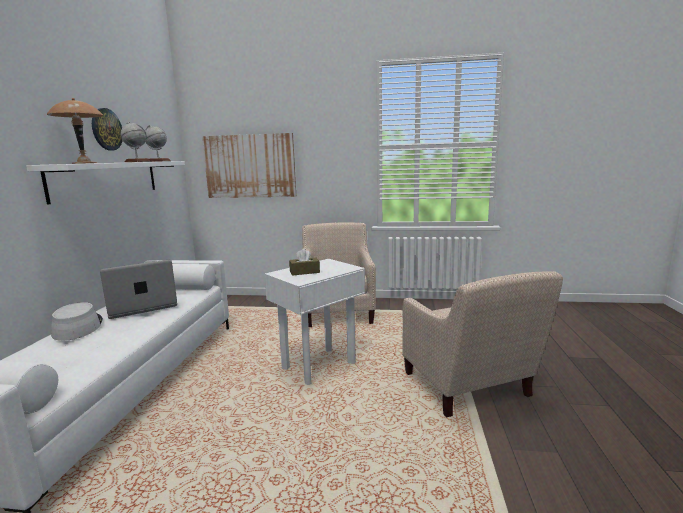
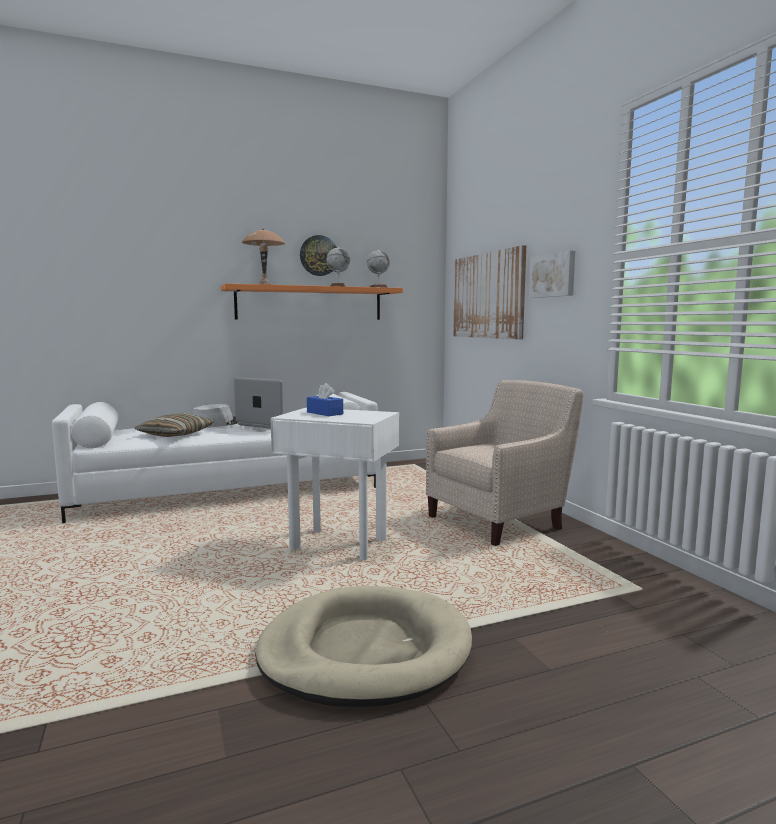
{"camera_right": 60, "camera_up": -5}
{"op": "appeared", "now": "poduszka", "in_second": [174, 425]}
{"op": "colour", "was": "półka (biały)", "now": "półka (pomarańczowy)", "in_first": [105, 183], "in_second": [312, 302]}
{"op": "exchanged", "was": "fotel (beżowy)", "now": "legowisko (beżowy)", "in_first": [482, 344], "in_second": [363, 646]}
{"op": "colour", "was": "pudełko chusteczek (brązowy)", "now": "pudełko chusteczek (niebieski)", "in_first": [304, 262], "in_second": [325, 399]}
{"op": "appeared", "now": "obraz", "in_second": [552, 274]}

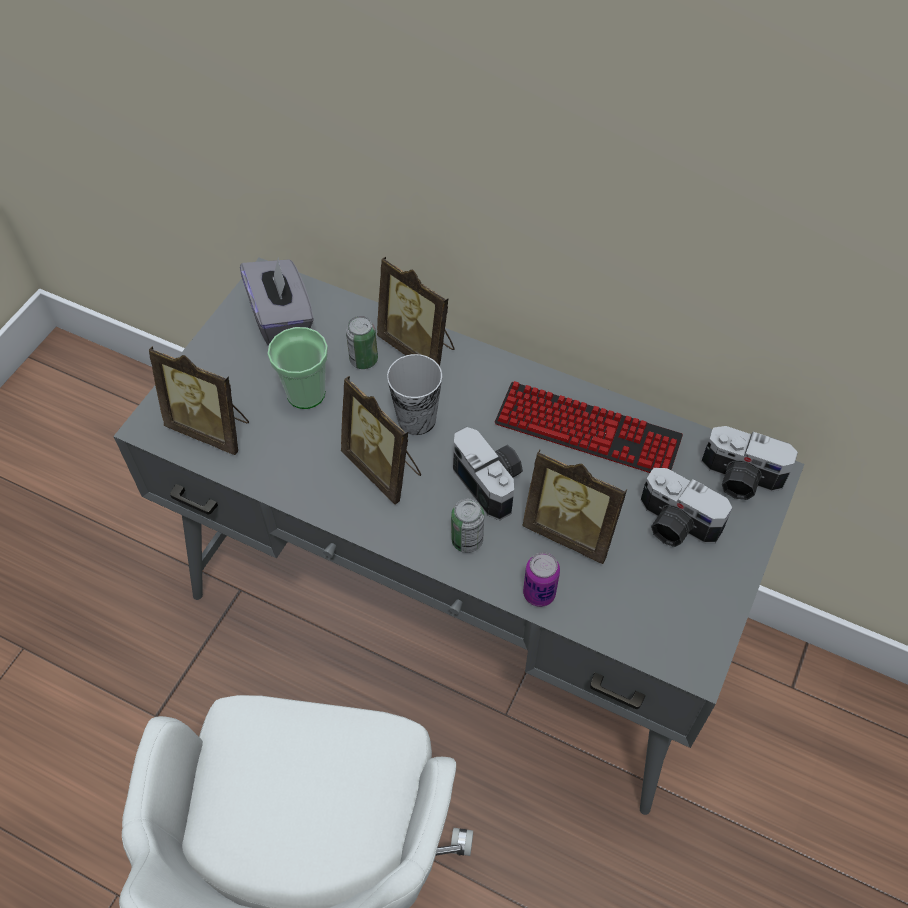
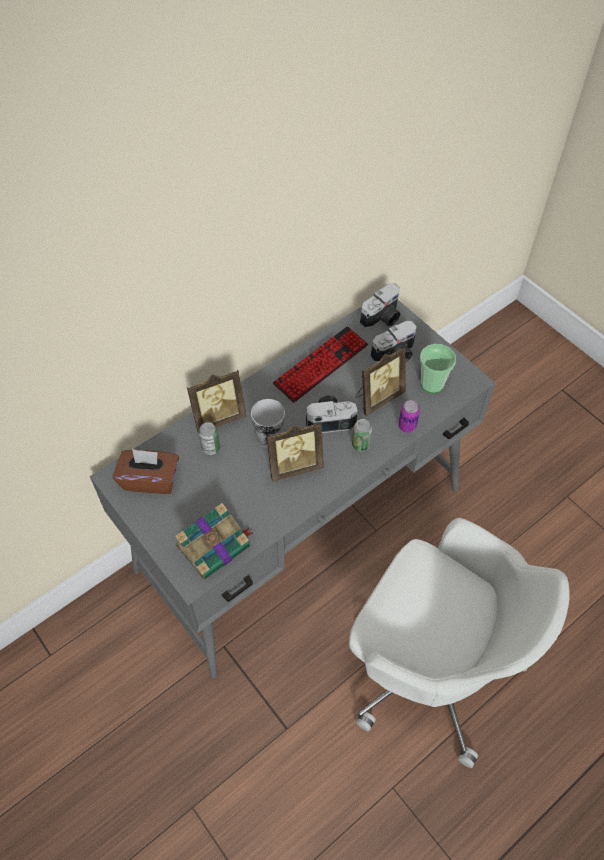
{"camera_right": -65, "camera_up": 0}
{"op": "colour", "was": "pudełko chusteczek (szary)", "now": "pudełko chusteczek (brązowy)", "in_first": [277, 301], "in_second": [145, 471]}
{"op": "exchanged", "was": "ramka na zdjęcie", "now": "książka", "in_first": [199, 400], "in_second": [214, 541]}
{"op": "relocated", "was": "filiżanka", "in_first": [297, 368], "in_second": [438, 368]}

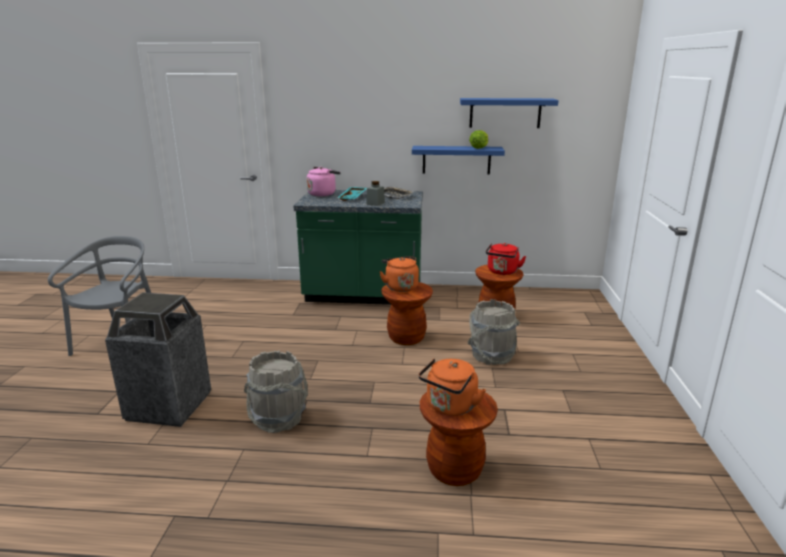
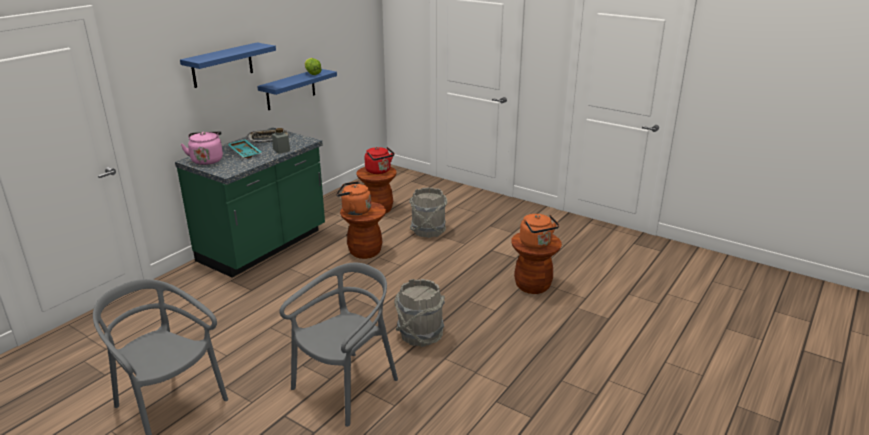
{"camera_right": -60, "camera_up": 5}
{"op": "relocated", "was": "półka (niebieski)", "in_first": [509, 113], "in_second": [228, 65]}
{"op": "exchanged", "was": "kosz na śmieci", "now": "krzesło (szary)", "in_first": [158, 359], "in_second": [338, 345]}

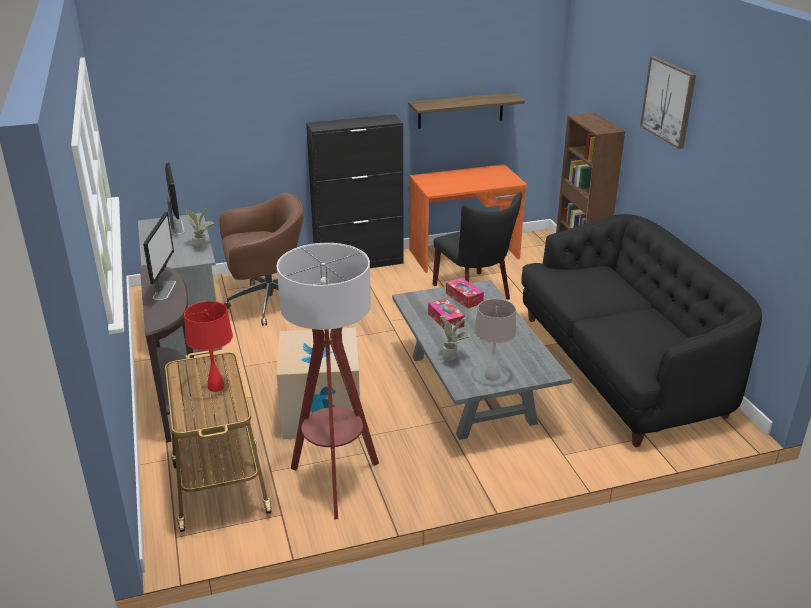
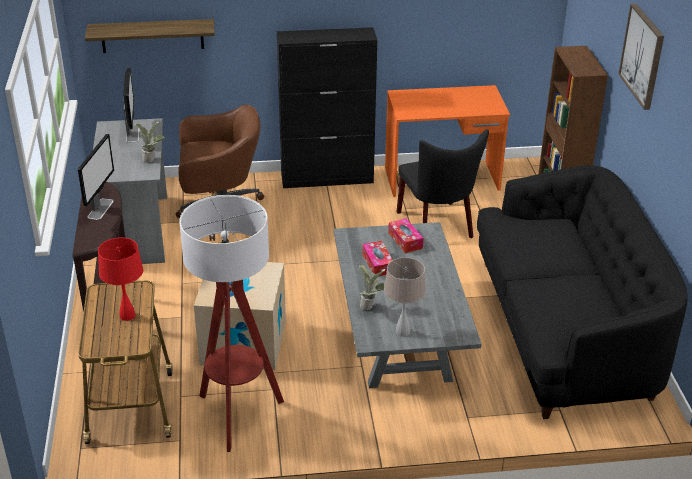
{"camera_right": 10, "camera_up": 5}
{"op": "relocated", "was": "półka", "in_first": [466, 110], "in_second": [150, 36]}

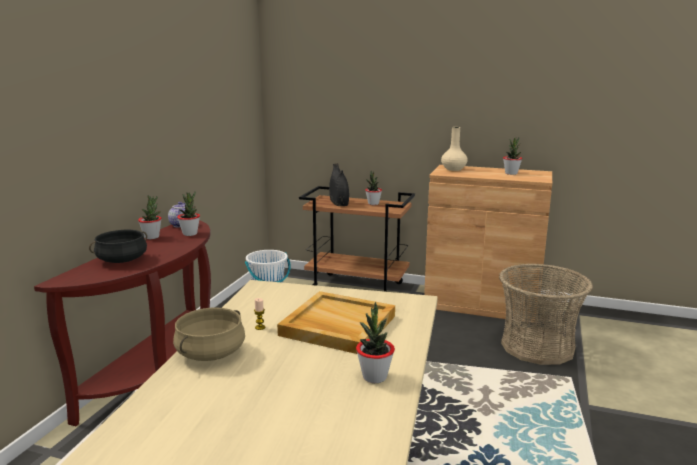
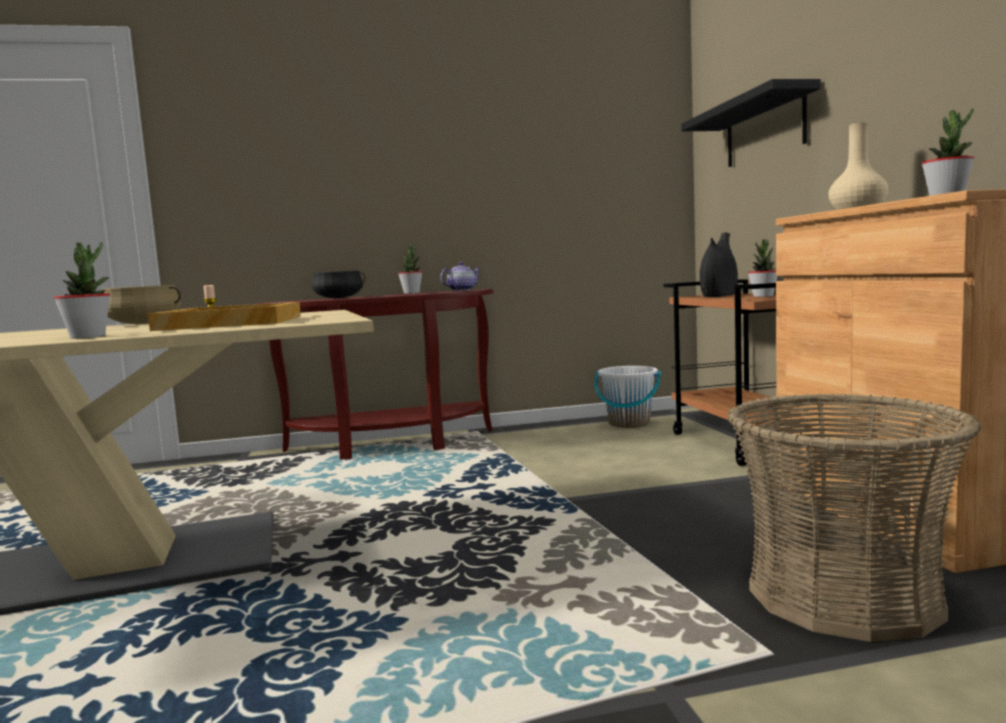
{"camera_right": 60, "camera_up": -10}
{"op": "appeared", "now": "półka (czarny)", "in_second": [751, 123]}
{"op": "missing", "was": "roślina doniczkowa", "in_first": [188, 213]}

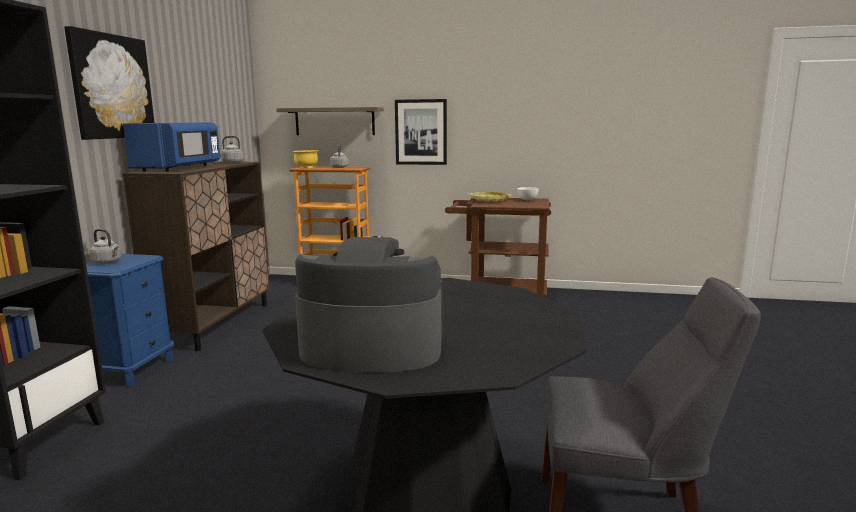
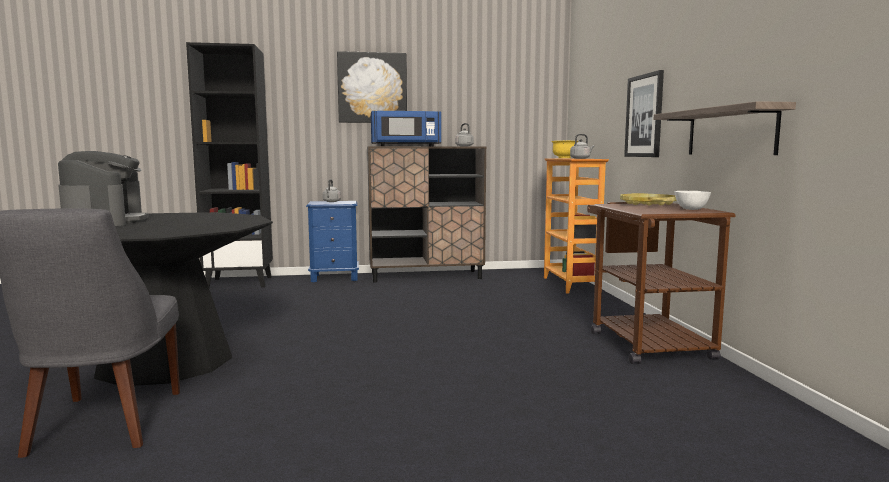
{"camera_right": 70, "camera_up": -5}
{"op": "relocated", "was": "półka", "in_first": [330, 121], "in_second": [725, 128]}

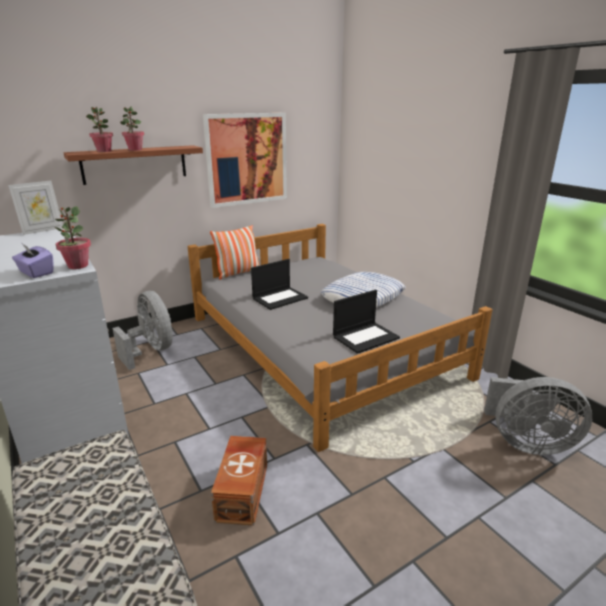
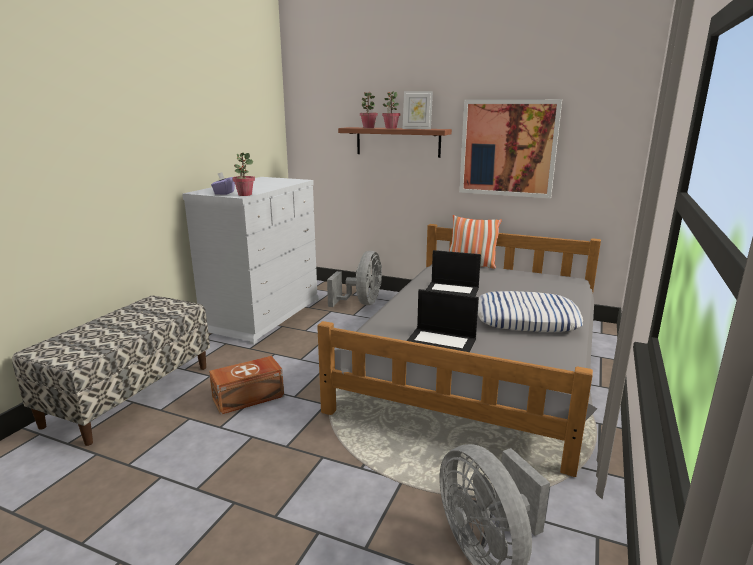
{"camera_right": 55, "camera_up": -5}
{"op": "relocated", "was": "ramka na zdjęcie", "in_first": [35, 208], "in_second": [418, 110]}

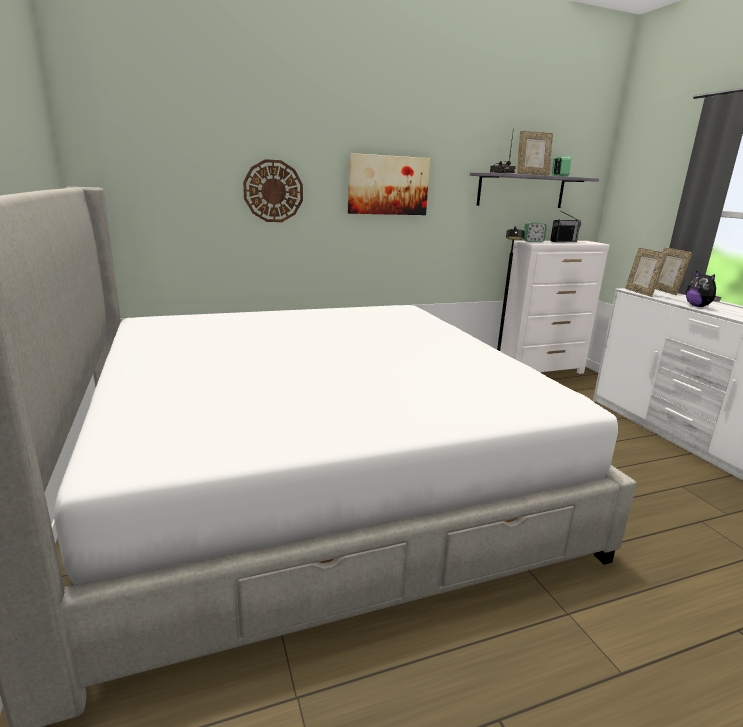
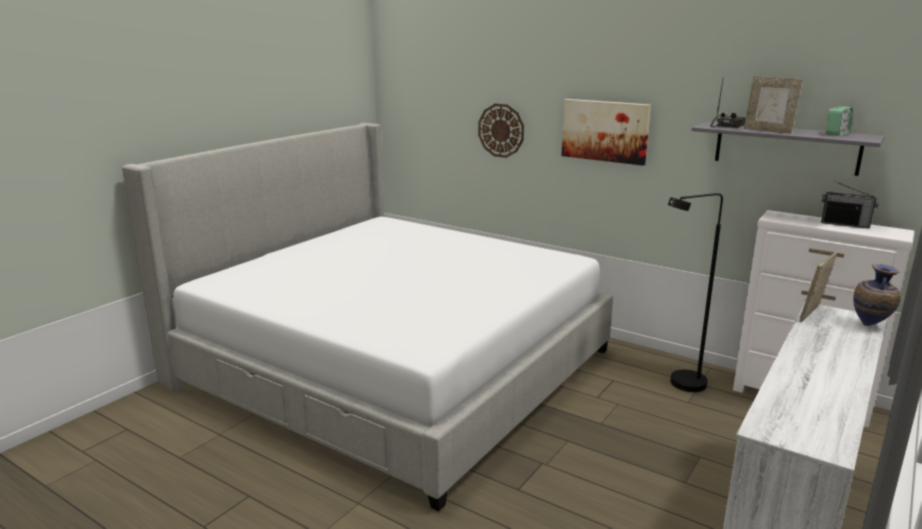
{"camera_right": 55, "camera_up": 0}
{"op": "exchanged", "was": "ramka na zdjęcie", "now": "wazon", "in_first": [673, 271], "in_second": [877, 295]}
{"op": "missing", "was": "budzik", "in_first": [535, 232]}
{"op": "missing", "was": "pluszak", "in_first": [703, 288]}

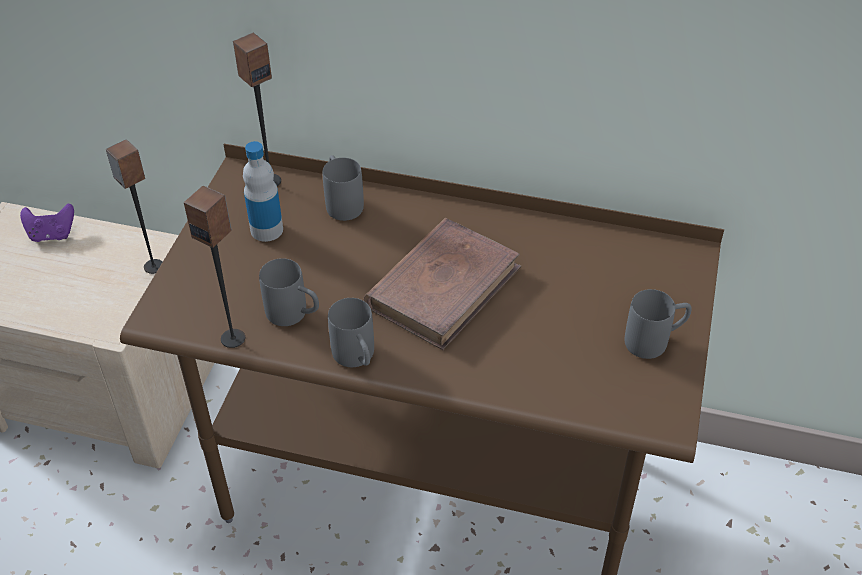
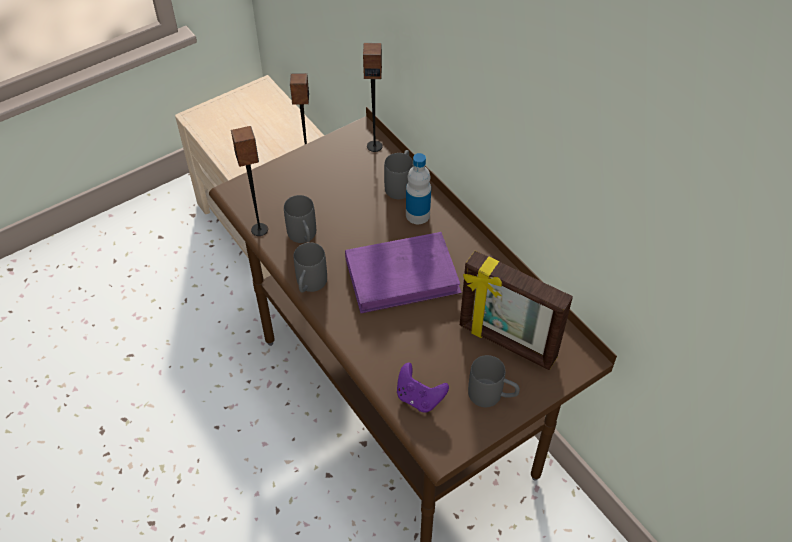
{"camera_right": 40, "camera_up": 5}
{"op": "colour", "was": "książka (brązowy)", "now": "książka (fioletowy)", "in_first": [442, 284], "in_second": [403, 272]}
{"op": "relocated", "was": "pad do gier (fioletowy)", "in_first": [47, 223], "in_second": [423, 388]}
{"op": "relocated", "was": "butelka", "in_first": [263, 191], "in_second": [418, 188]}
{"op": "appeared", "now": "ramka na zdjęcie", "in_second": [516, 310]}

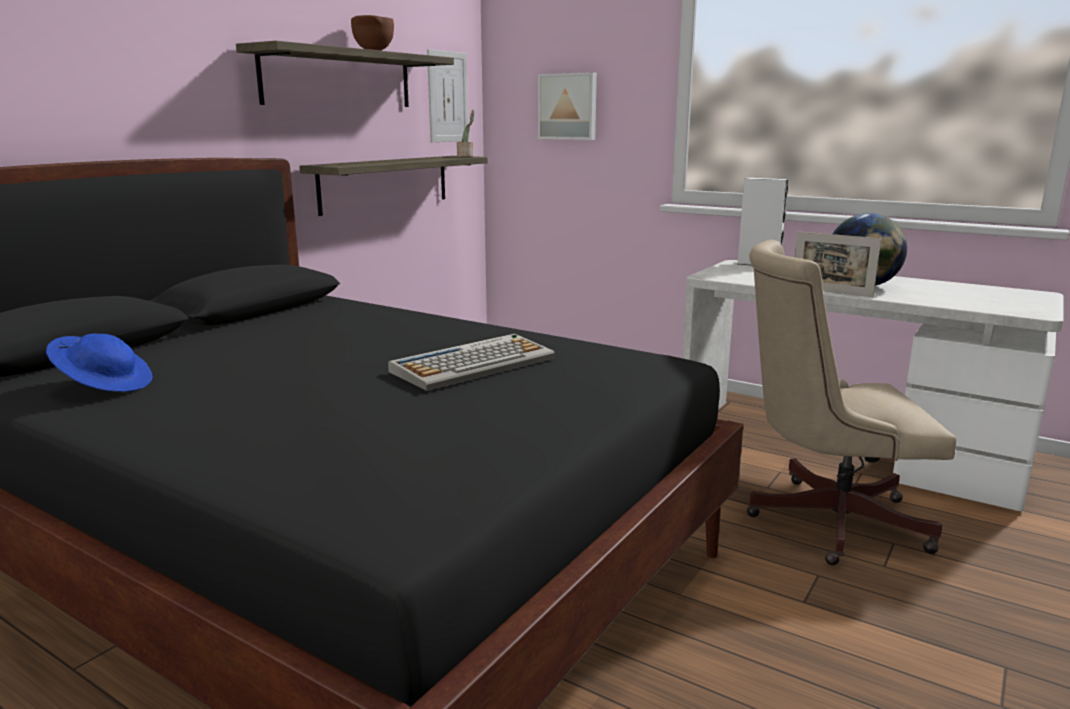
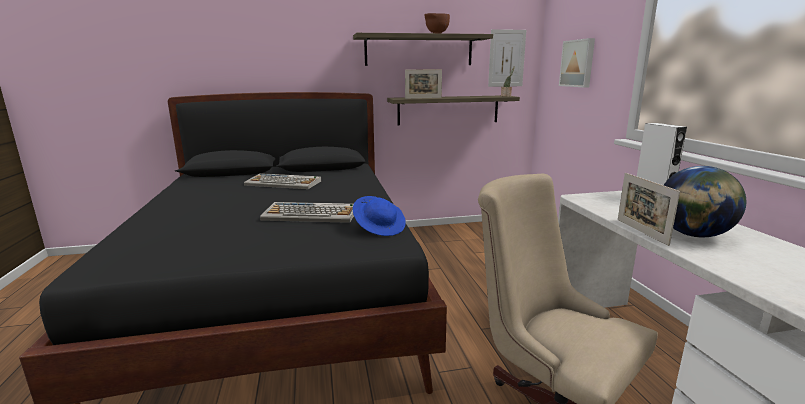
{"camera_right": 45, "camera_up": 0}
{"op": "appeared", "now": "klawiatura", "in_second": [282, 181]}
{"op": "relocated", "was": "kapelusz (niebieski)", "in_first": [99, 363], "in_second": [379, 216]}
{"op": "appeared", "now": "ramka na zdjęcie", "in_second": [423, 84]}

